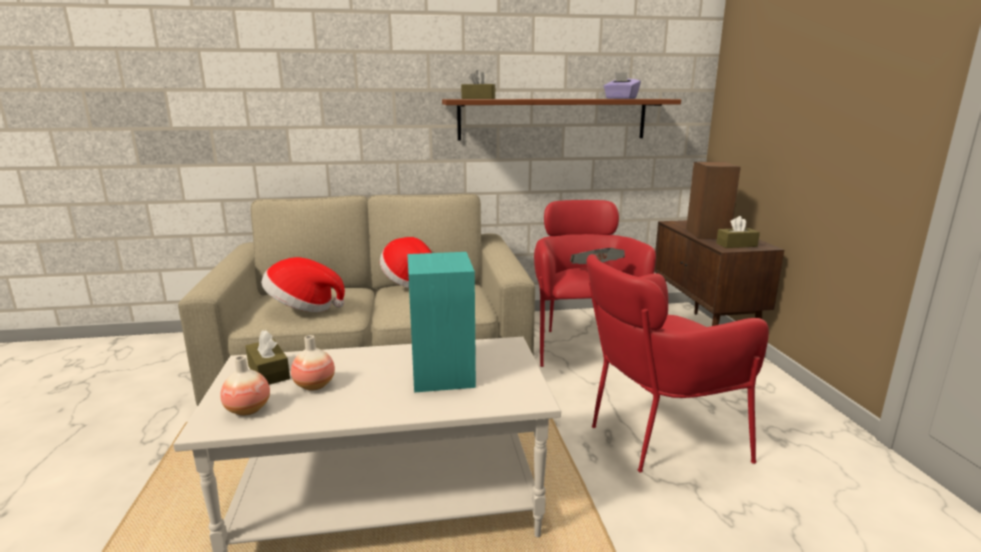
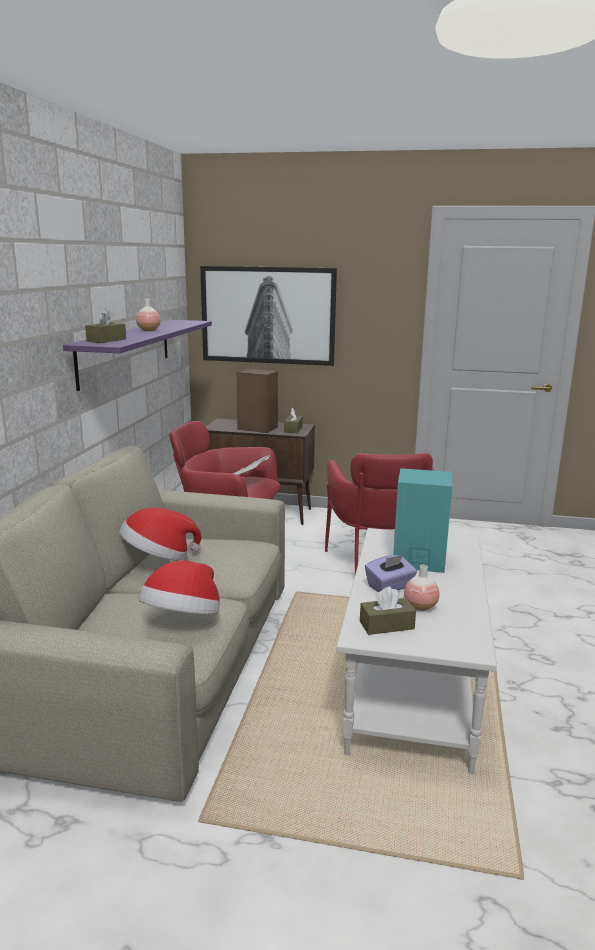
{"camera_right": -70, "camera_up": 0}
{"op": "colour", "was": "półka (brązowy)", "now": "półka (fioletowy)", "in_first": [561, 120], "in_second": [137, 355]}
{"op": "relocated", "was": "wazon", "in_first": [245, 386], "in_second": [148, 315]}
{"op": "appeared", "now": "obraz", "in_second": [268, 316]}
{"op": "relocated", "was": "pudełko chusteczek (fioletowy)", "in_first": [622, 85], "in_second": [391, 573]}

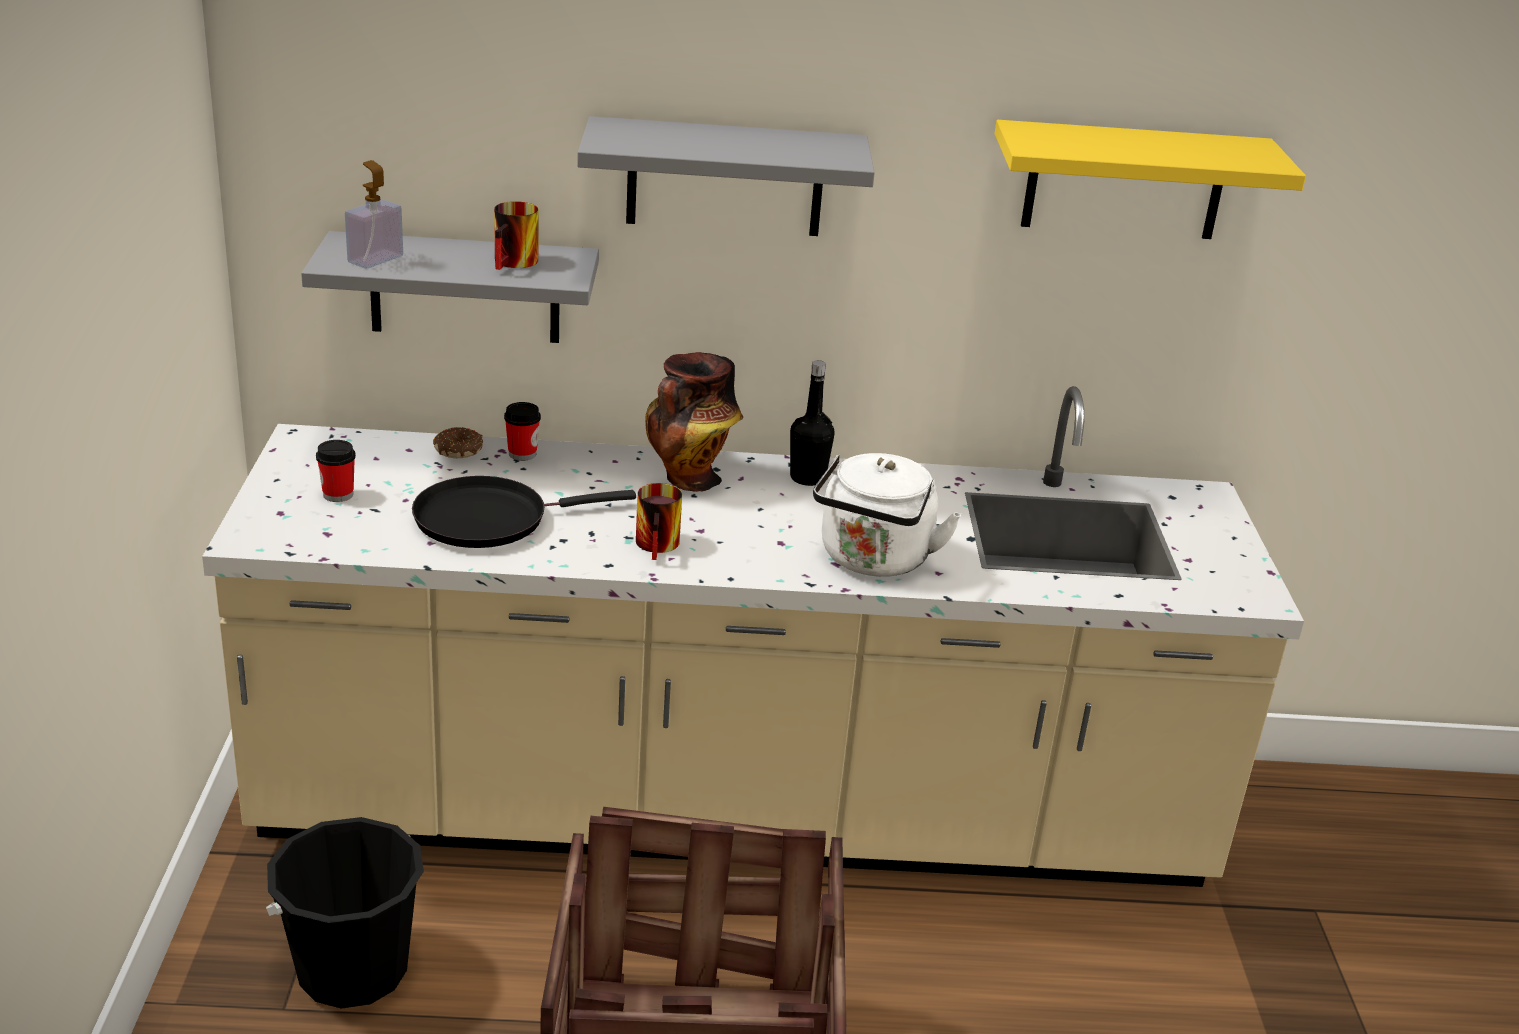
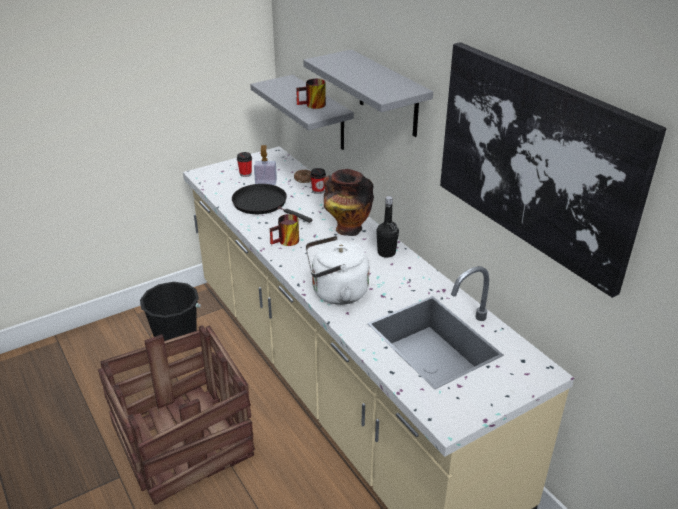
{"camera_right": 60, "camera_up": 5}
{"op": "relocated", "was": "dozownik mydła", "in_first": [374, 214], "in_second": [265, 165]}
{"op": "exchanged", "was": "półka (żółty)", "now": "obraz", "in_first": [1150, 179], "in_second": [553, 170]}

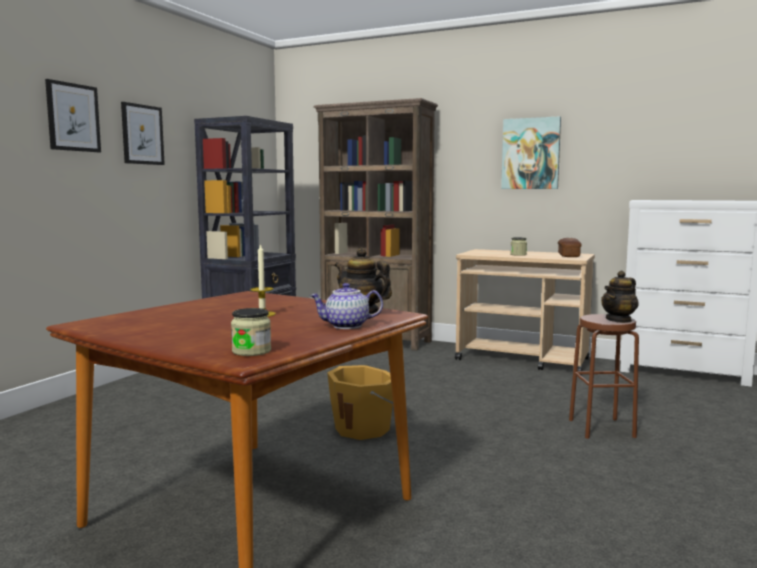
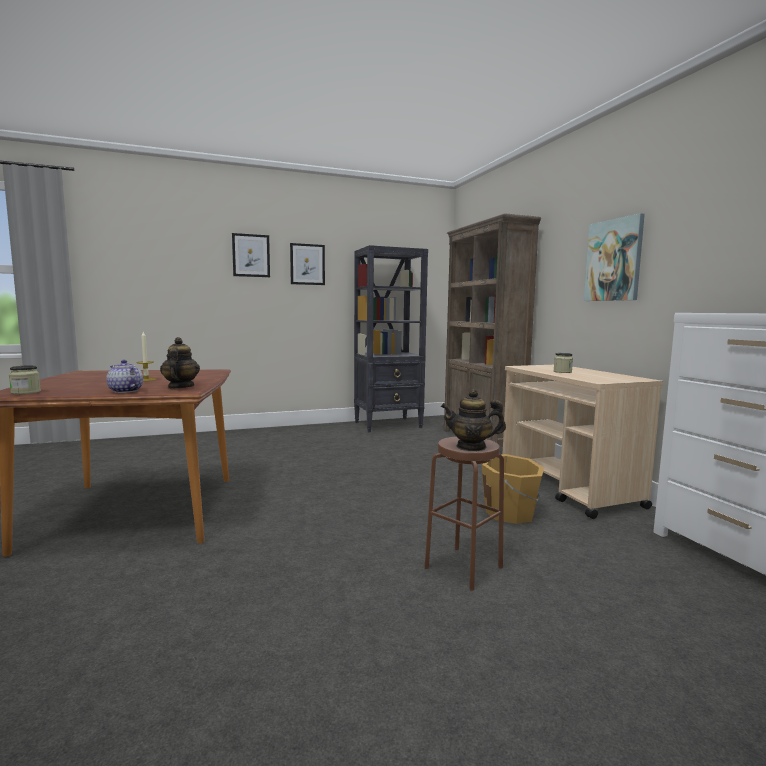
{"camera_right": 45, "camera_up": 0}
{"op": "relocated", "was": "wiadro (pomarańczowy)", "in_first": [360, 402], "in_second": [512, 489]}
{"op": "missing", "was": "chleb", "in_first": [569, 247]}

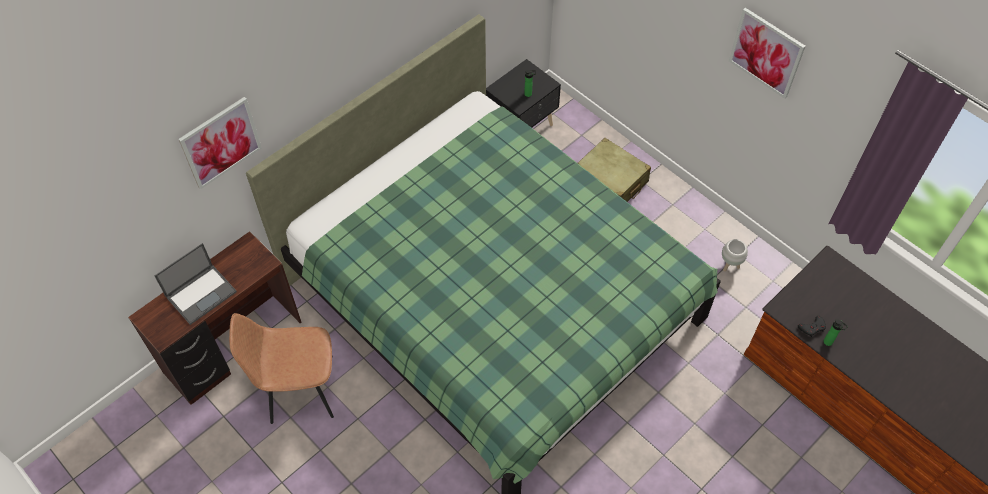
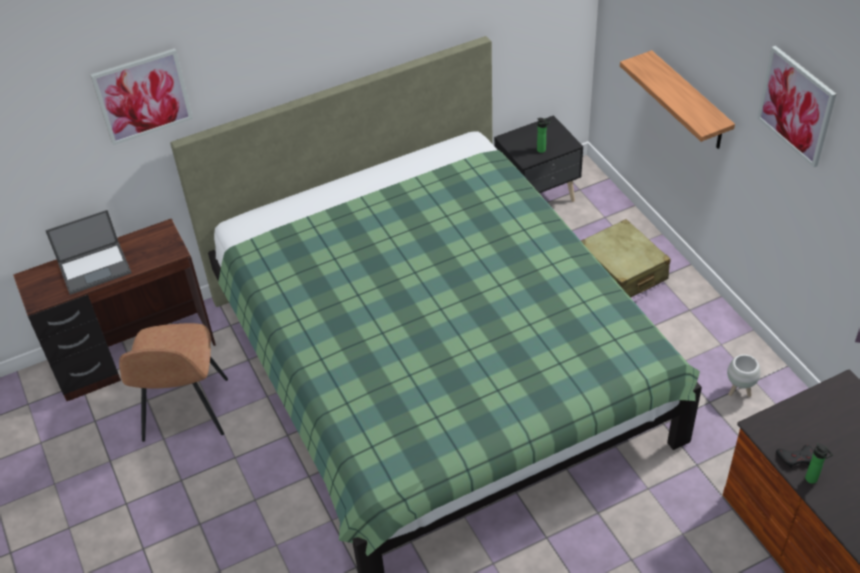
{"camera_right": 20, "camera_up": -10}
{"op": "spun", "was": "krzesło (brązowy)", "in_first": [281, 368], "in_second": [173, 382], "clockwise": -105}
{"op": "appeared", "now": "półka", "in_second": [677, 99]}

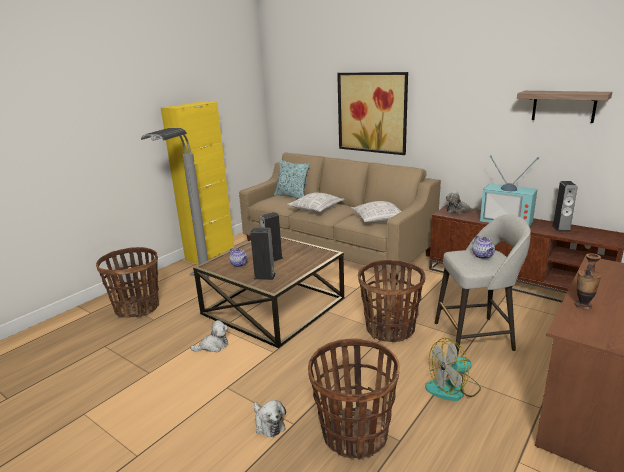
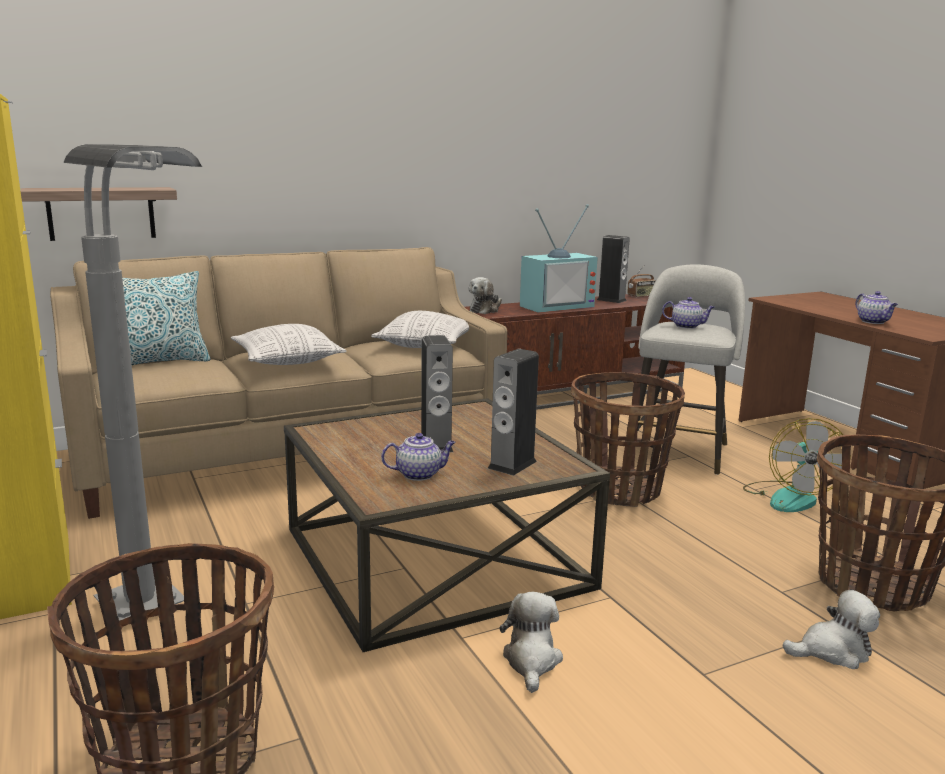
{"camera_right": -65, "camera_up": -5}
{"op": "relocated", "was": "półka", "in_first": [564, 107], "in_second": [98, 214]}
{"op": "appeared", "now": "radio", "in_second": [641, 281]}
{"op": "exchanged", "was": "wazon", "now": "imbryk", "in_first": [588, 281], "in_second": [877, 307]}
{"op": "missing", "was": "obraz", "in_first": [372, 113]}

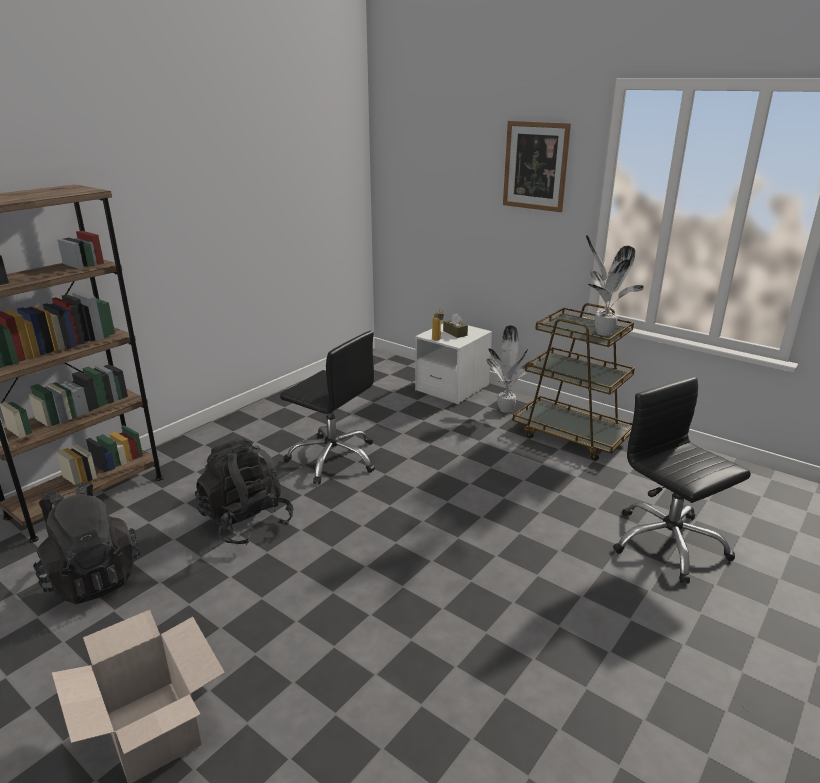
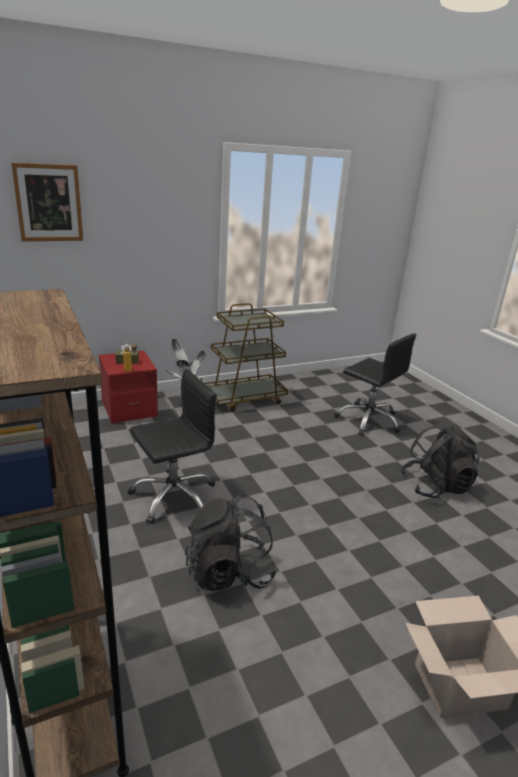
{"camera_right": -65, "camera_up": 0}
{"op": "relocated", "was": "obraz", "in_first": [537, 166], "in_second": [47, 201]}
{"op": "colour", "was": "szafka nocna (biały)", "now": "szafka nocna (czerwony)", "in_first": [453, 364], "in_second": [128, 387]}
{"op": "spun", "was": "krzesło biurowe (czarny)", "in_first": [682, 480], "in_second": [375, 384], "clockwise": -135}
{"op": "relocated", "was": "plecak (czarny)", "in_first": [86, 543], "in_second": [440, 461]}
{"op": "missing", "was": "roślina doniczkowa", "in_first": [615, 285]}

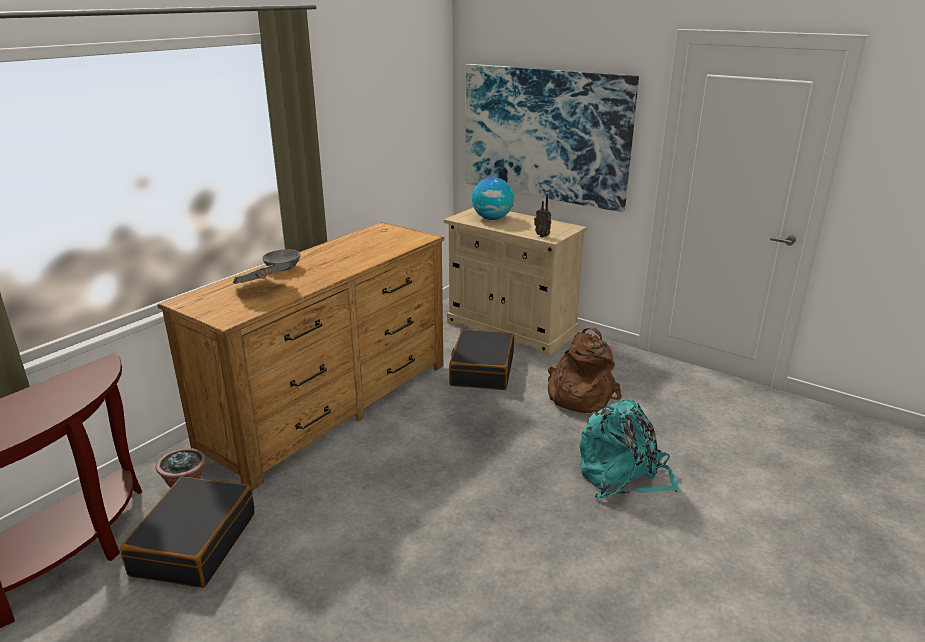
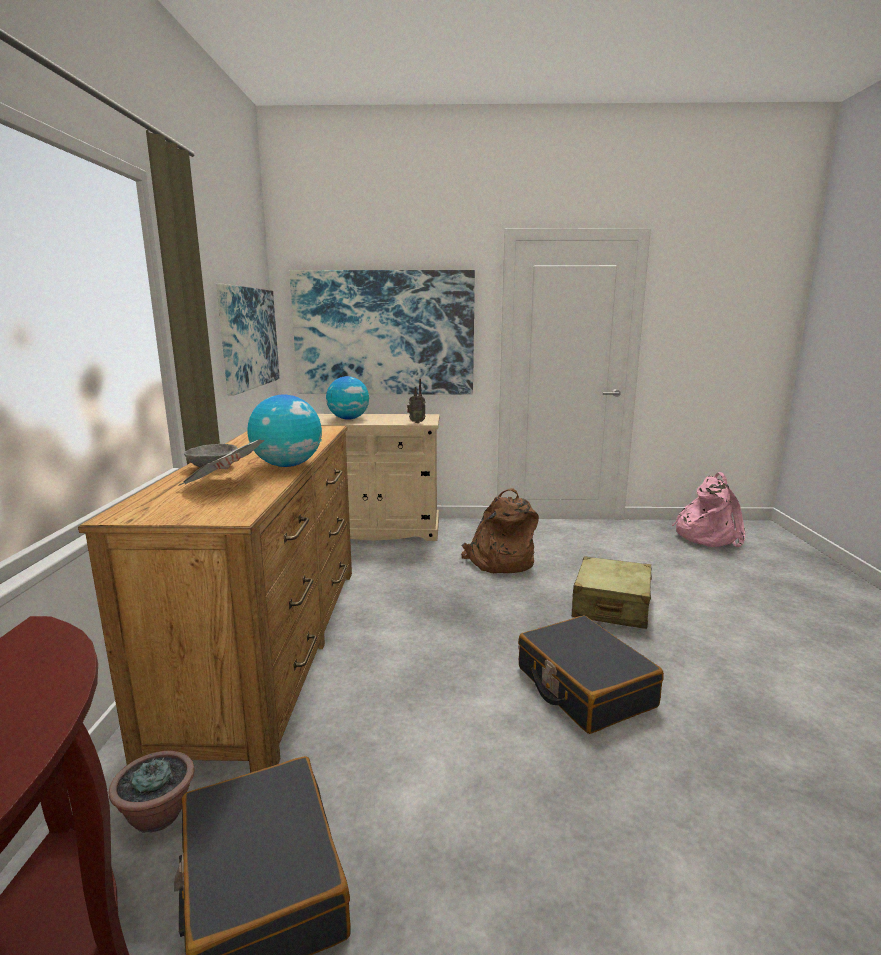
{"camera_right": -35, "camera_up": -10}
{"op": "appeared", "now": "obraz", "in_second": [248, 339]}
{"op": "appeared", "now": "globus", "in_second": [284, 430]}
{"op": "relocated", "was": "walizka (czarny)", "in_first": [481, 360], "in_second": [591, 674]}
{"op": "exchanged", "was": "plecak (turkusowy)", "now": "walizka (beżowy)", "in_first": [629, 448], "in_second": [612, 592]}
{"op": "appeared", "now": "plecak (różowy)", "in_second": [708, 509]}

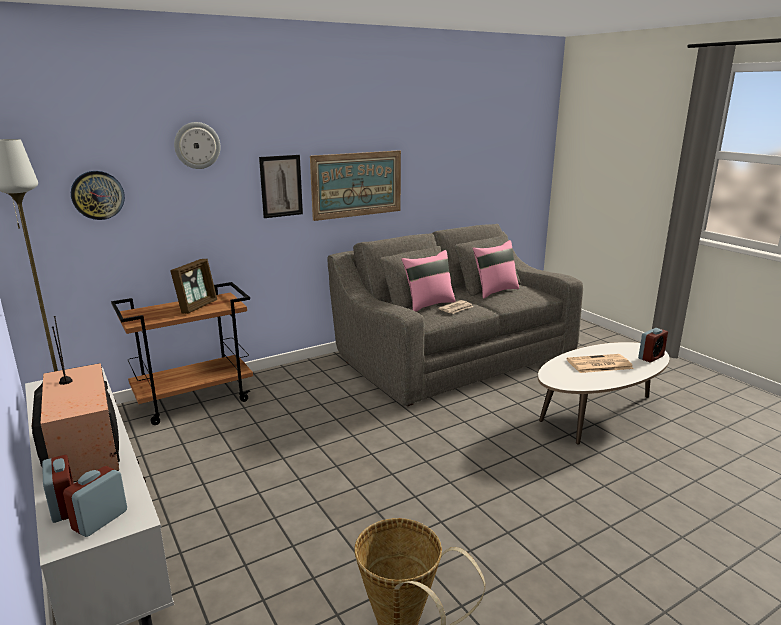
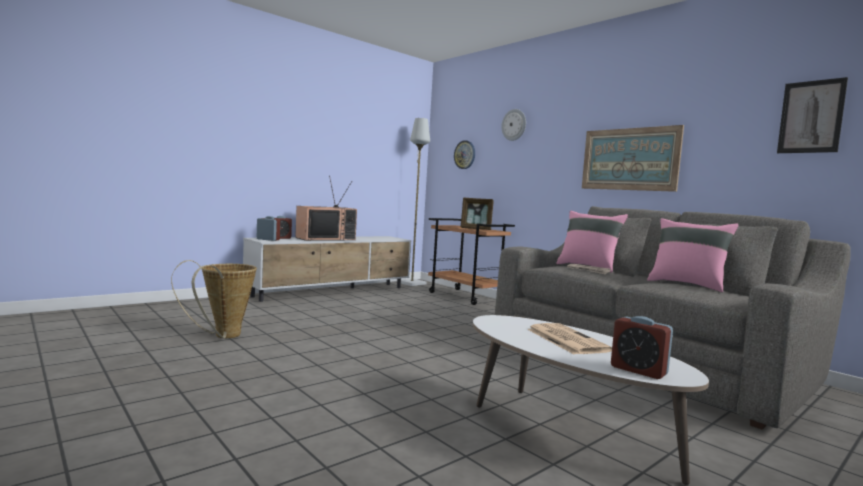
{"camera_right": 80, "camera_up": -15}
{"op": "relocated", "was": "obraz", "in_first": [281, 186], "in_second": [812, 115]}

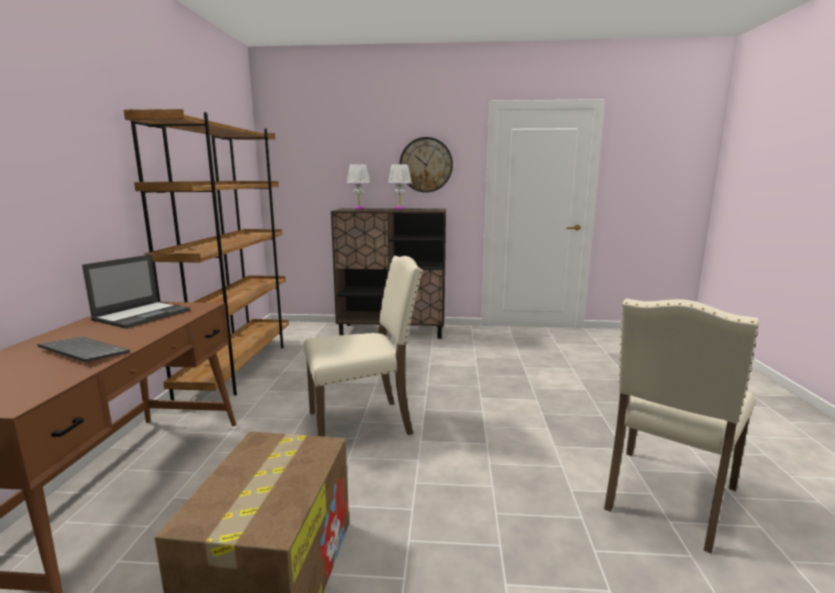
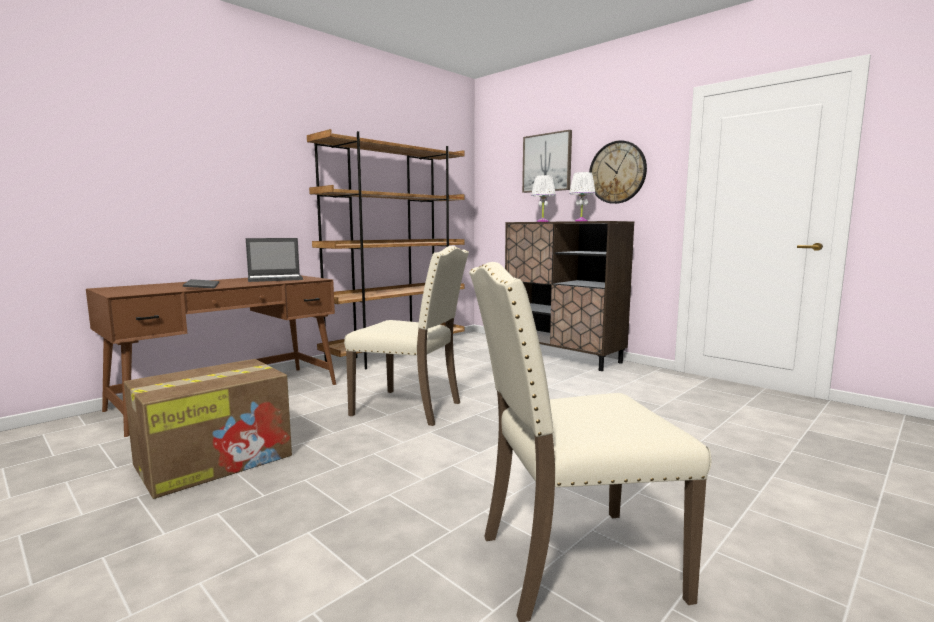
{"camera_right": 40, "camera_up": -5}
{"op": "appeared", "now": "obraz", "in_second": [547, 161]}

